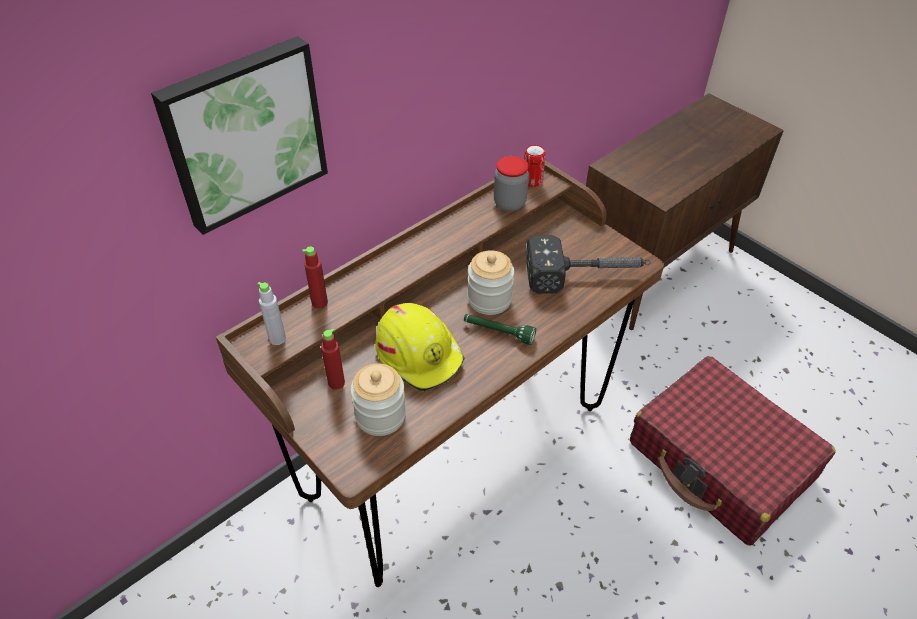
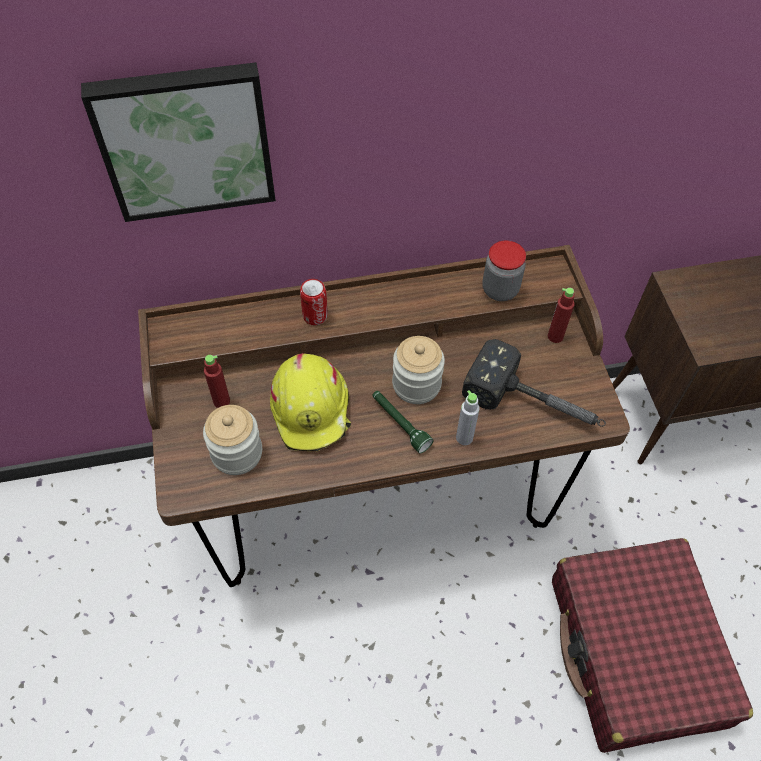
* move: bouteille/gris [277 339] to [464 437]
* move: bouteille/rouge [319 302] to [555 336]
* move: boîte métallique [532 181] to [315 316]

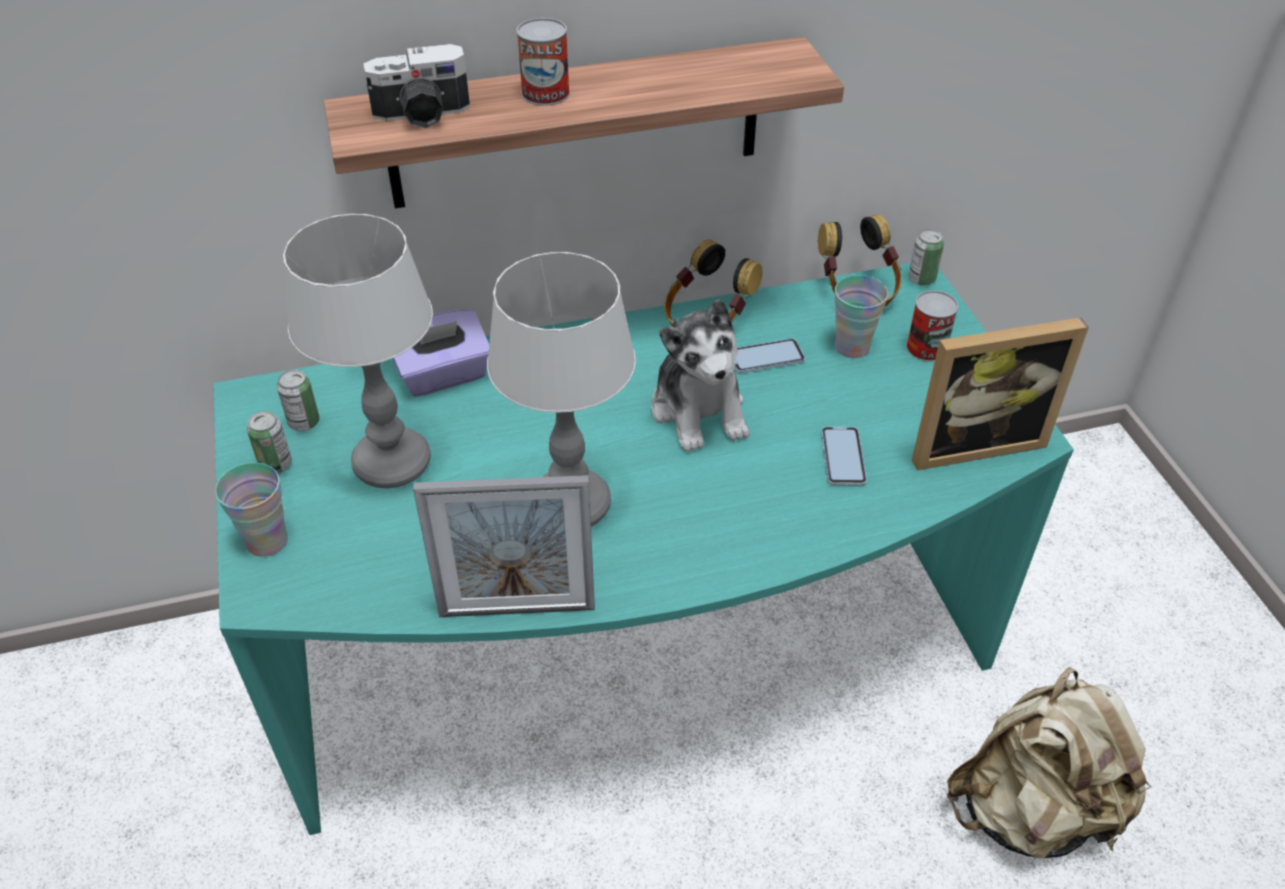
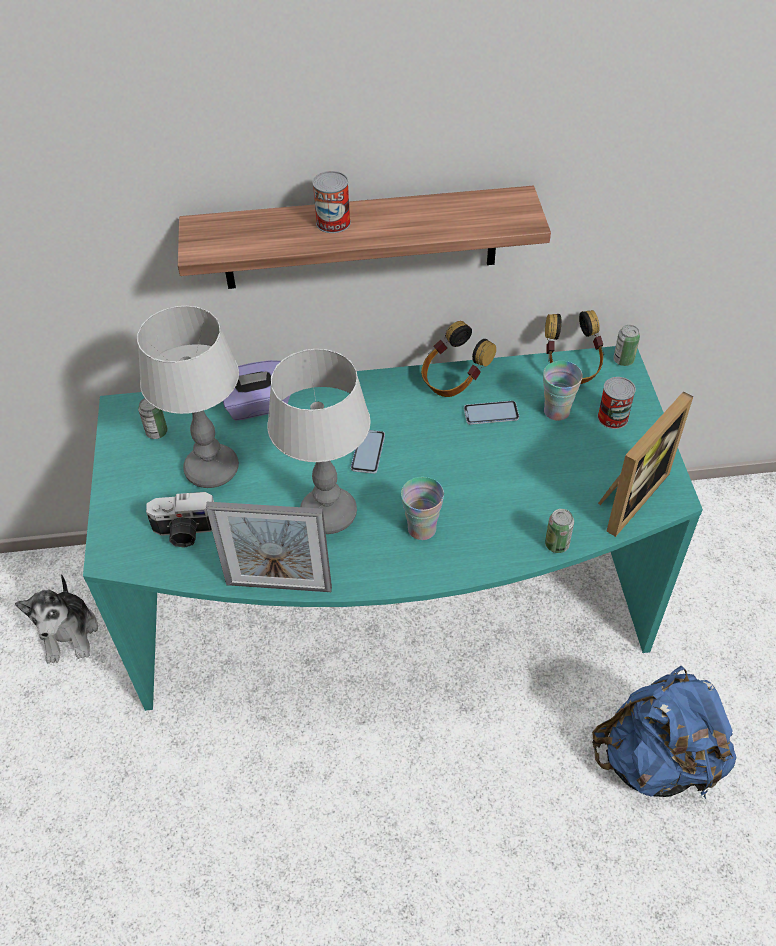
* move: tasse [267 541] to [422 529]
* move: boîte métallique [276 465] to [557 544]
* move: appareil photo [422 115] to [185 532]
* move: peluche [699 410] to [69 633]
* move: téléphone [843 457] to [368 452]
* rotate: cadre photo [972 442] = [627 496] 45 degrees counterclockwise
* recolor: sac à dos/beige [1032 810] to sac à dos/bleu [656 760]

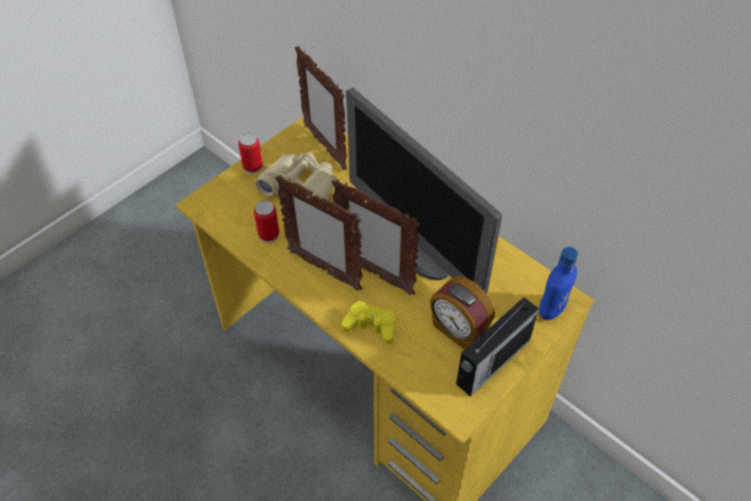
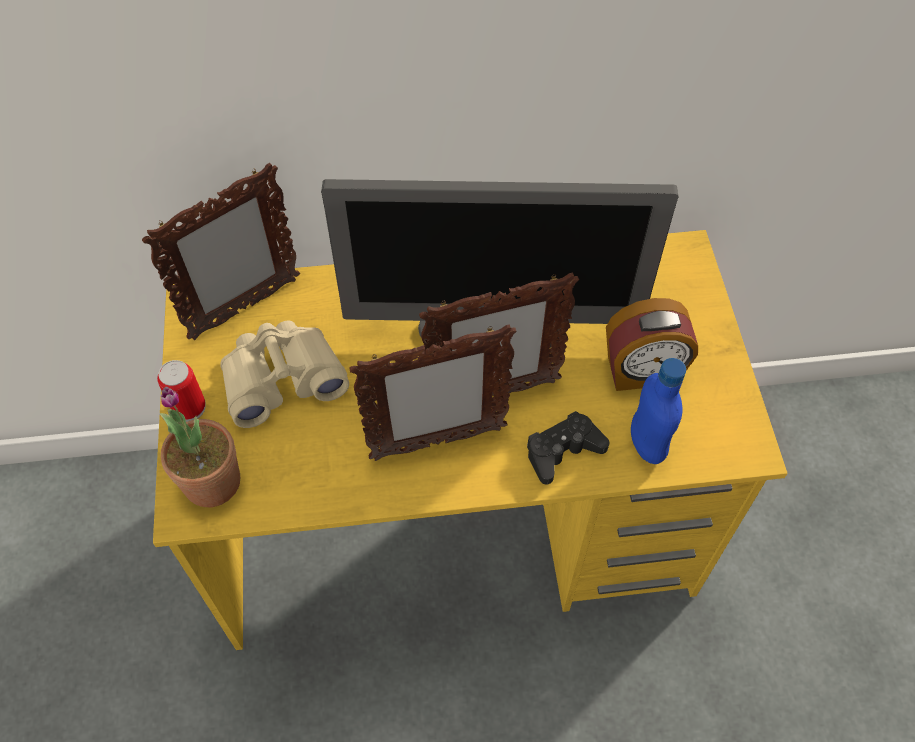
* delete: boîte métallique [269 234]
* rotate: cadre photo [324 146] = [244 309] 45 degrees counterclockwise
* recolor: manette/jaune [371 325] to manette/noir [563 451]
* delete: radio [491 363]
* move: bouteille/bleu [551 309] to [647 444]
* insert: plante en pot [212 482]

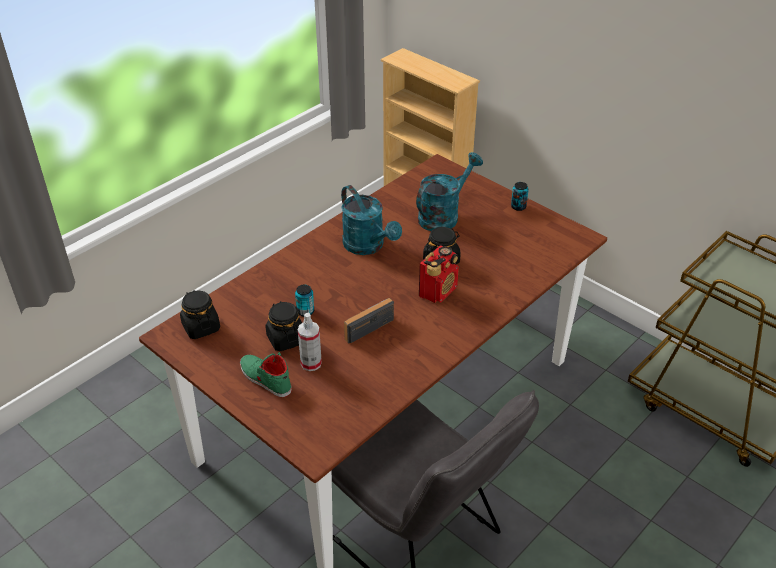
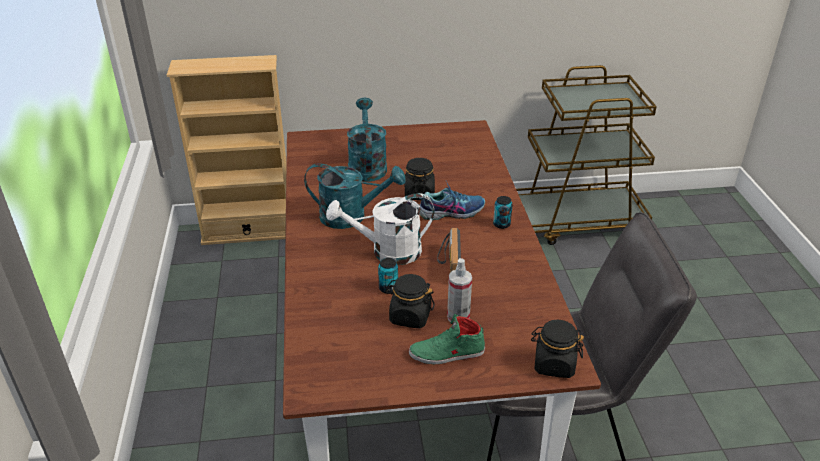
* move: bocal/noir [201 327] to [554 364]
* replace: radio [438 291] to chaussure [451 211]
* move: boîte métallique [518 207] to [501 224]
* insert: arrosoir/blanc [387 252]

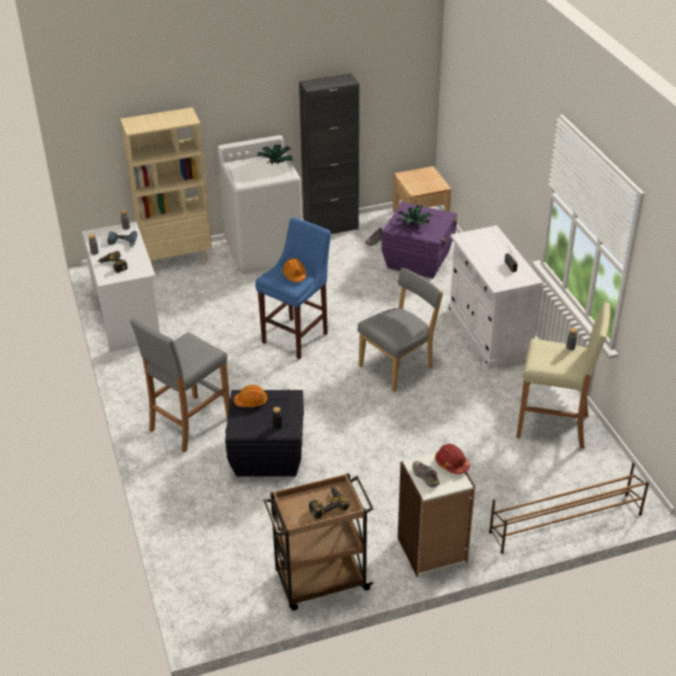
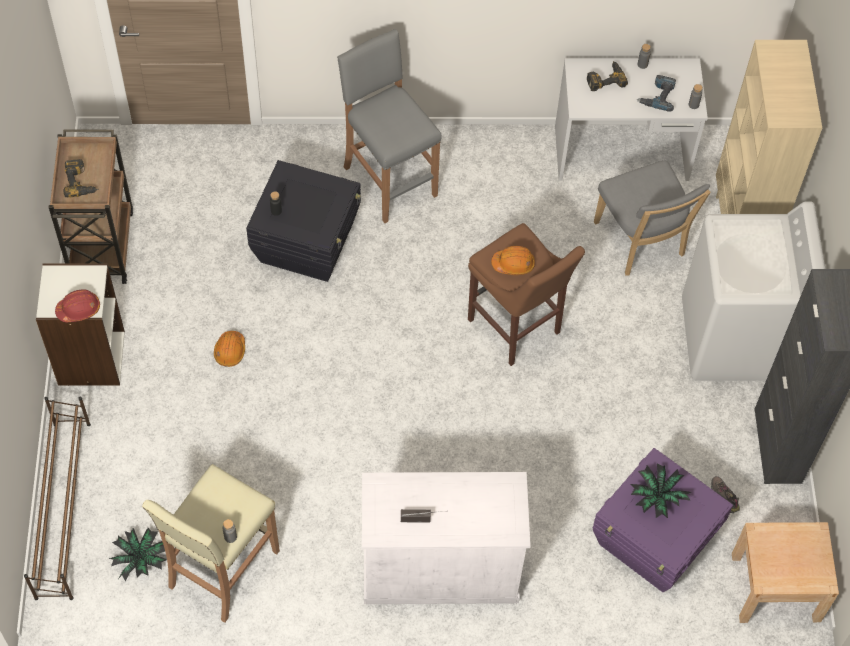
* move: casque de chantier/orange [251 401] to [230 351]
* recolor: tabouret/bleu [297 336] to tabouret/marron [516 329]
* move: plante en pot [275 162] to [141 560]
* move: chaise/gris [399 366] to [641 242]
* delete: chaussure [424 476]

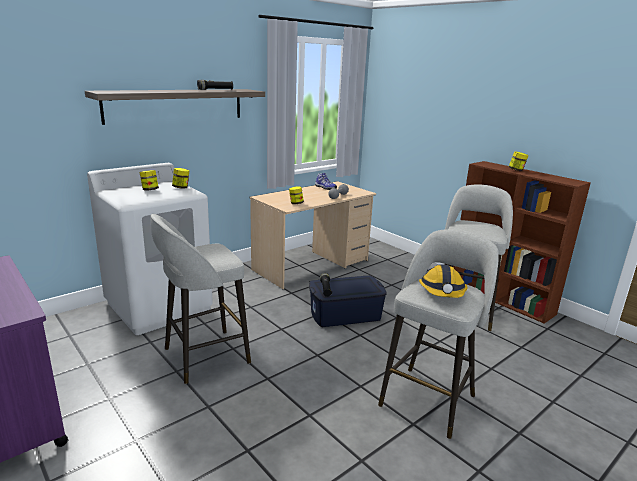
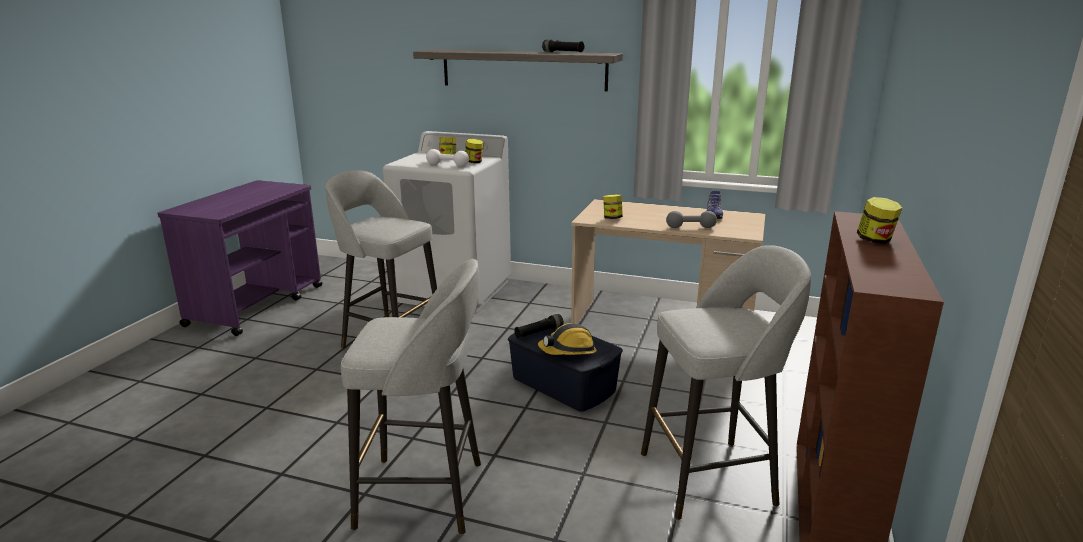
* move: casque de chantier [442 292] to [568 351]
* insert: haltère/blanc [447 165]

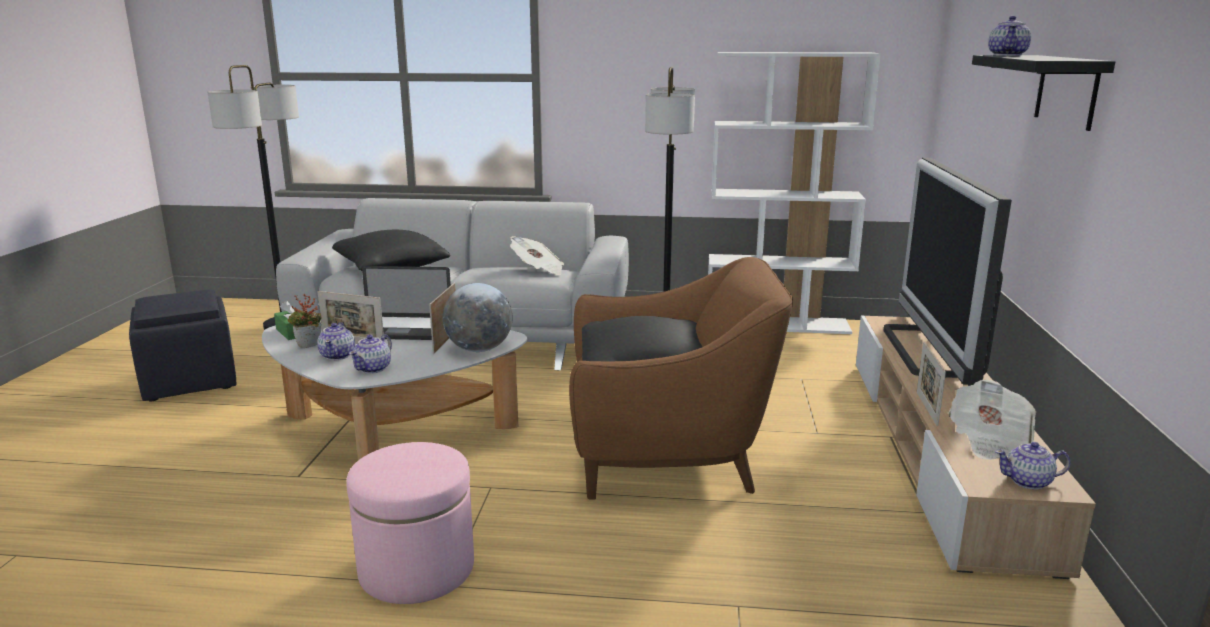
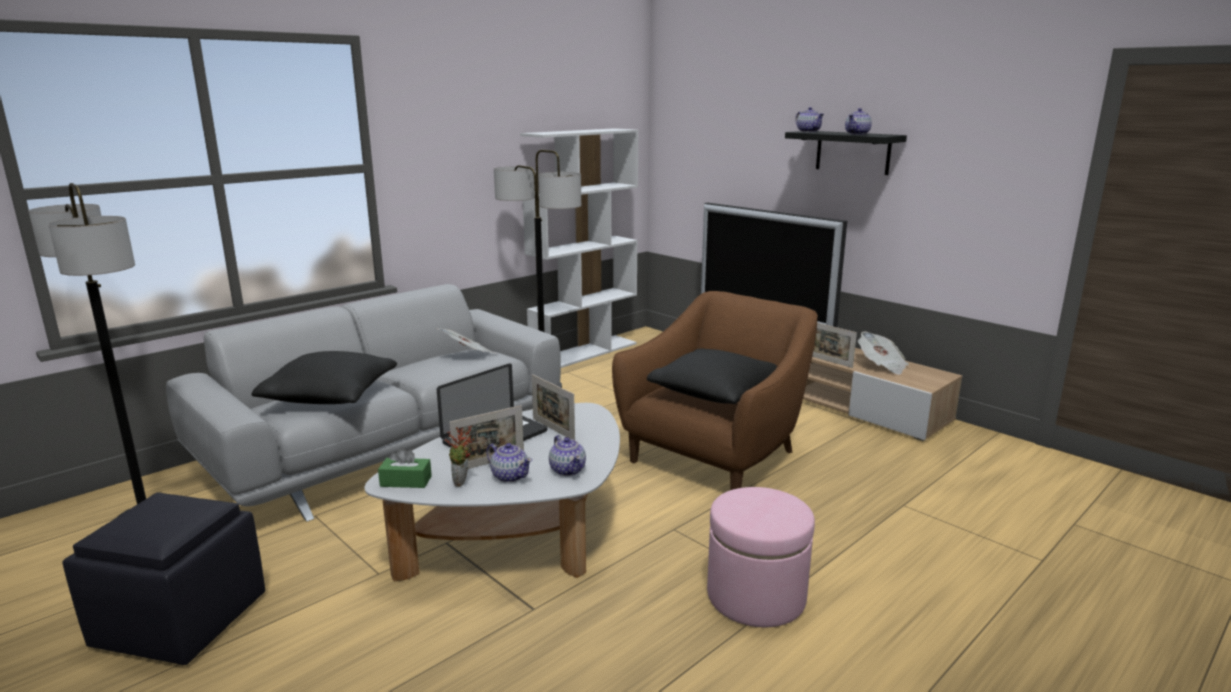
* delete: globe [479 349]
* move: théière [1028 482] to [857 134]

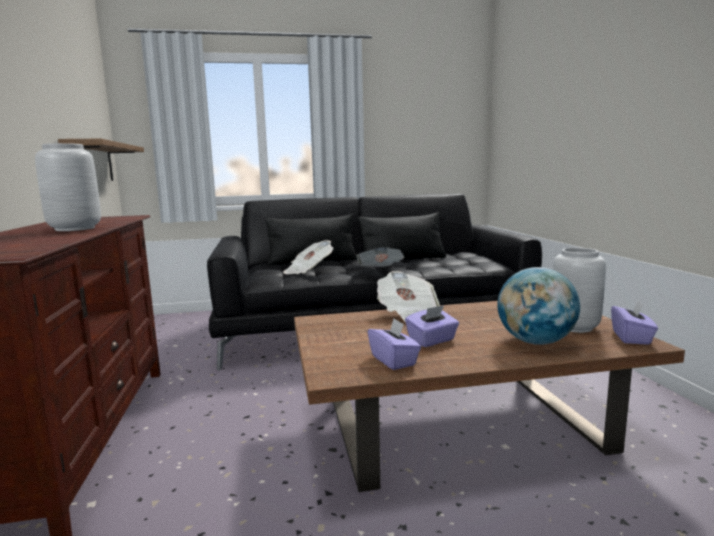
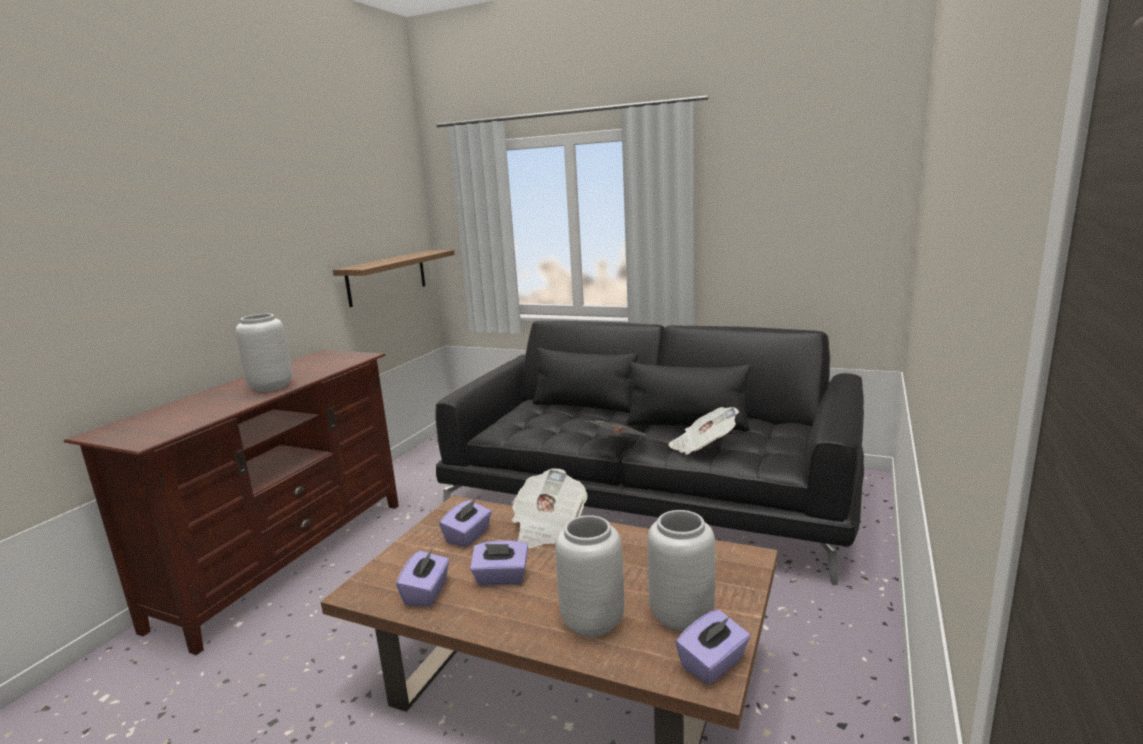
* move: journal [308 271] to [702 447]
* replace: globe [535 342] to vase/gris [591 622]
* insert: boîte à mouchoirs/violet [468 536]

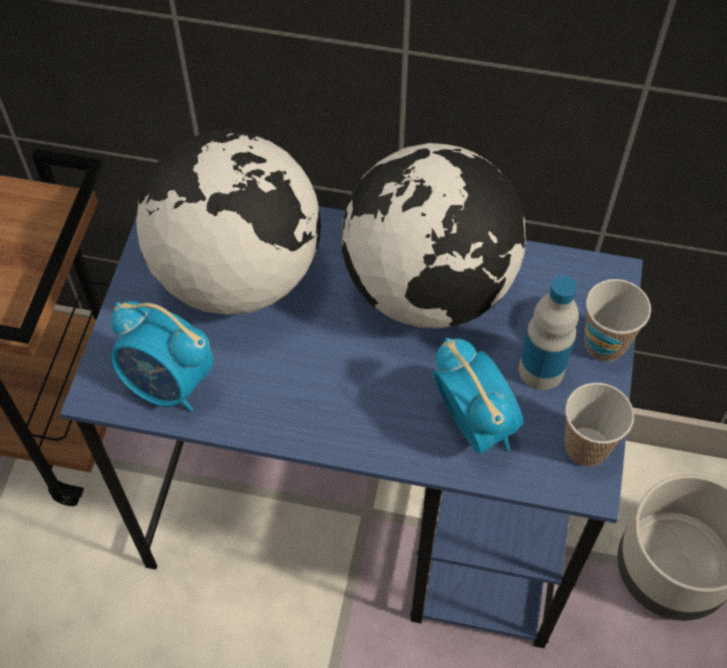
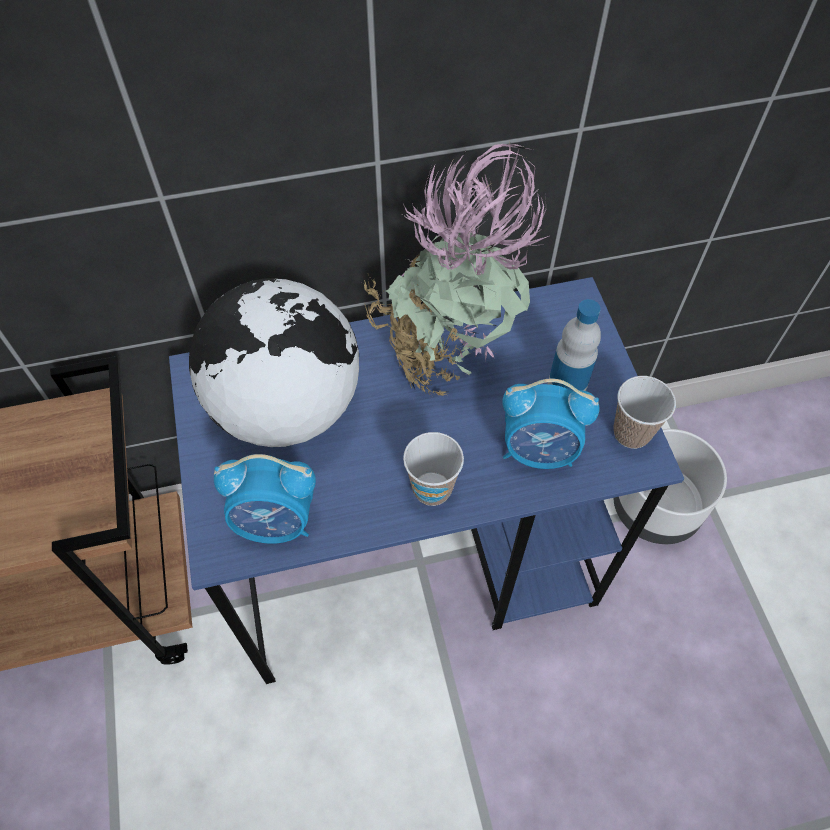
* replace: globe [429 288] to plante en pot [447 358]
* rotate: réveil [473 424] = [539 450] 150 degrees clockwise
* move: tasse [604 344] to [432 489]

